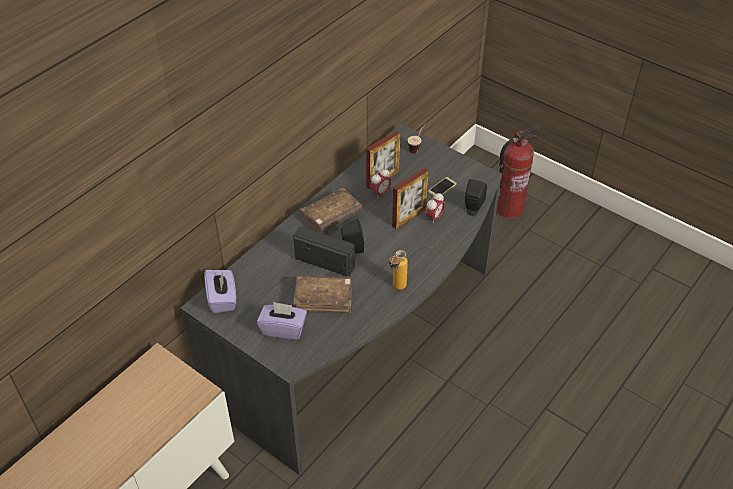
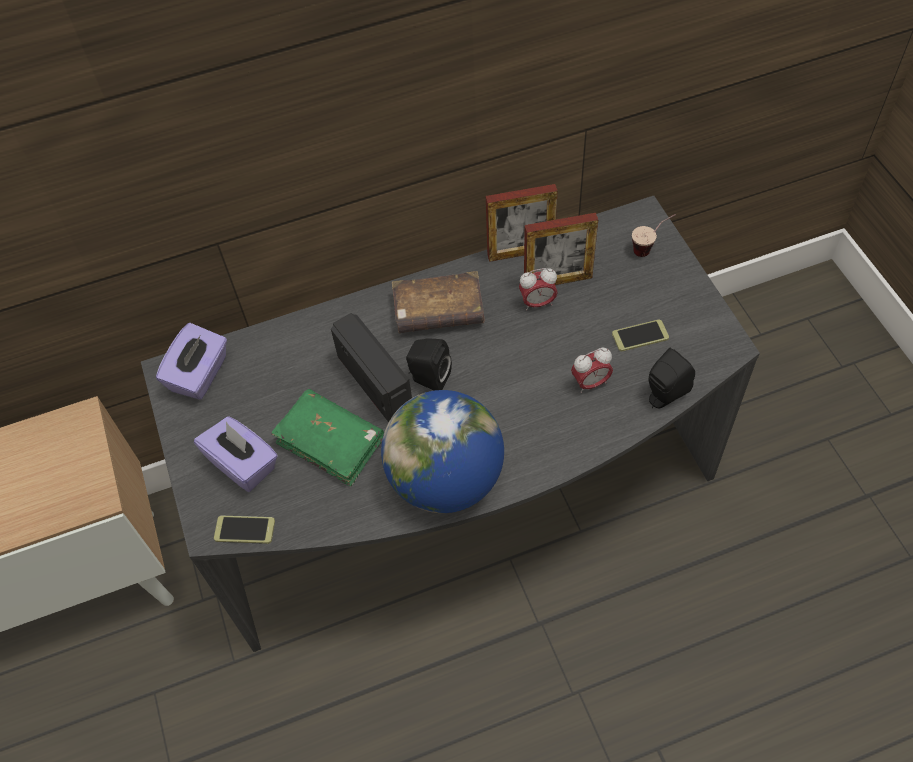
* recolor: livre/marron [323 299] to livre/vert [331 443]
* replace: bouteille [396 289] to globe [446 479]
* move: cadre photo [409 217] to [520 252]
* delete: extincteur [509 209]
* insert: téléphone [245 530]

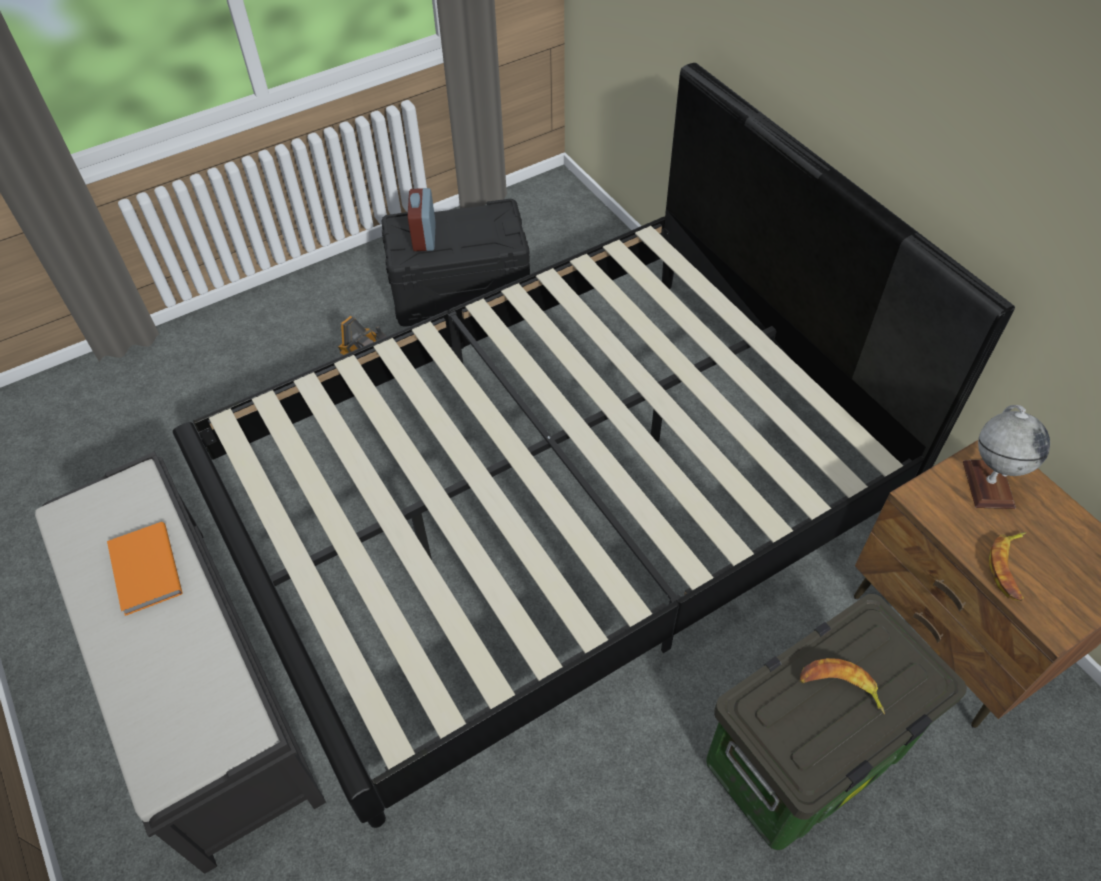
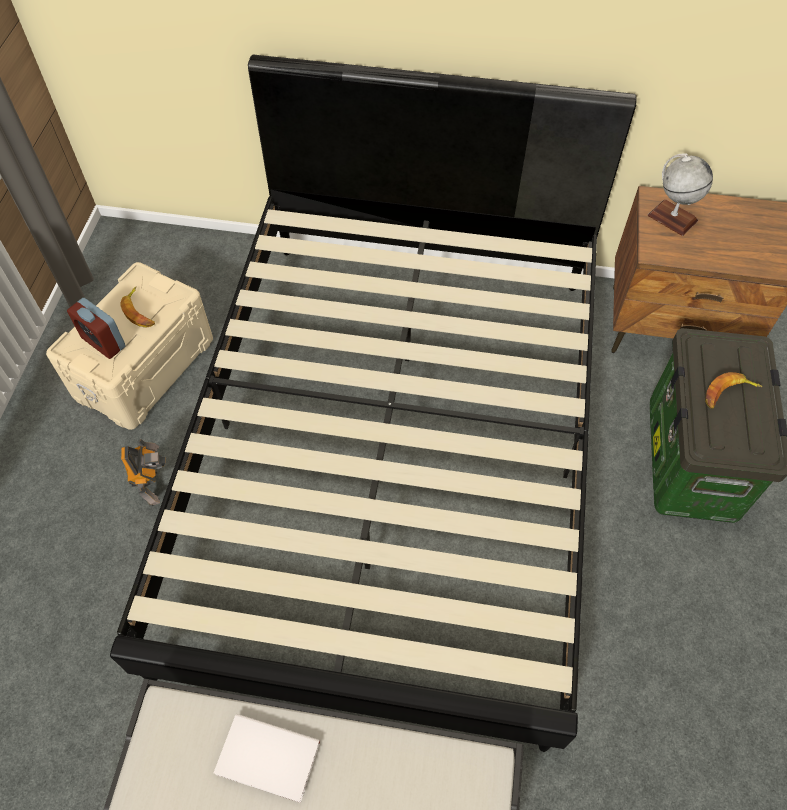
* recolor: livre/orange [144 571] to livre/blanc [268 760]
* recolor: boîte de rangement/noir [461 292] to boîte de rangement/beige [146 368]
* move: banane [1009 568] to [139 311]

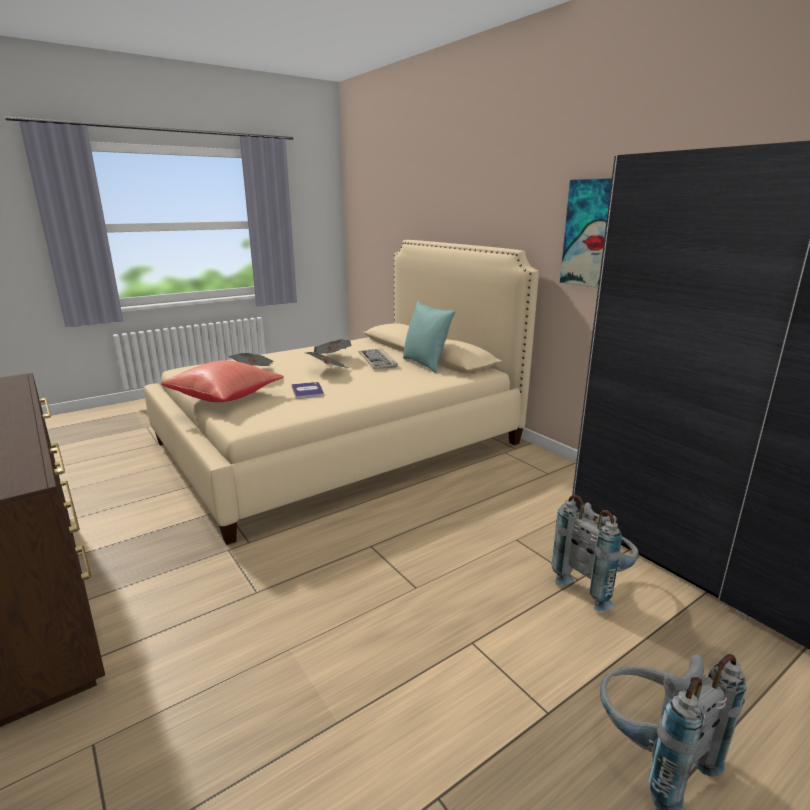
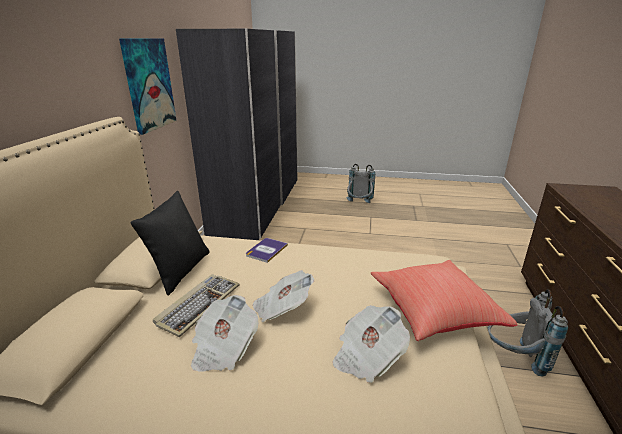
* move: livre [307 391] to [266 250]
* recolor: coussin/turquoise [426 364] to coussin/noir [180 271]
* move: sac à dos/gris [594 584] to [514 358]

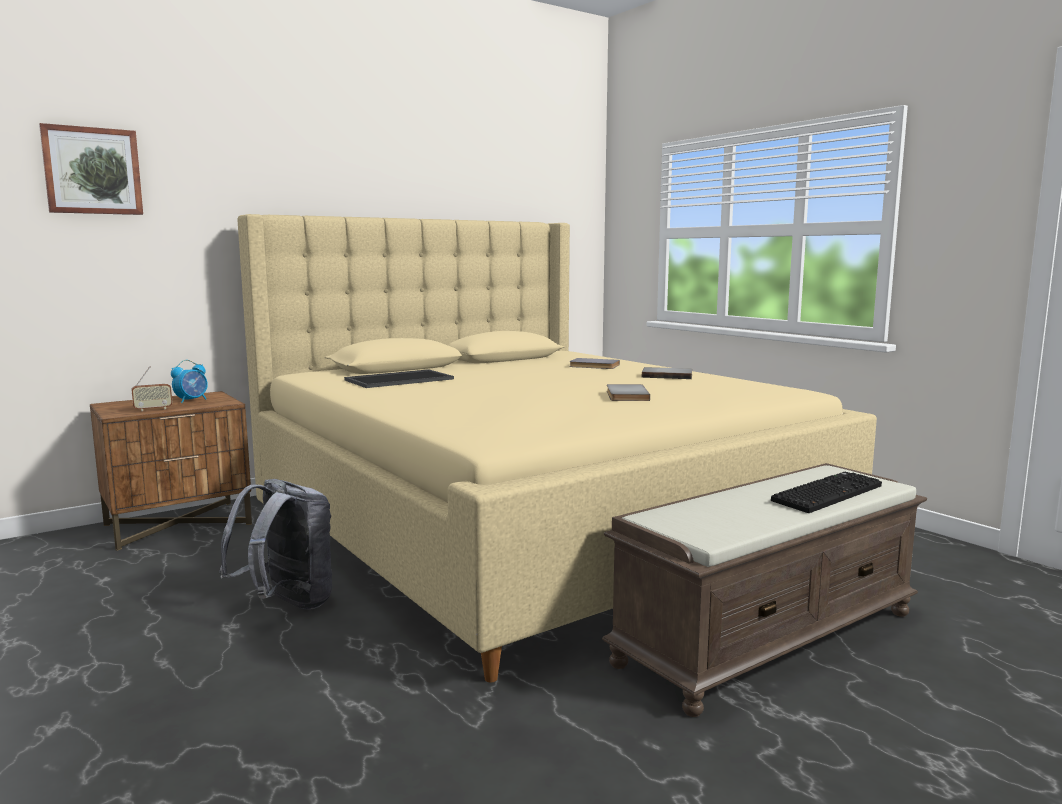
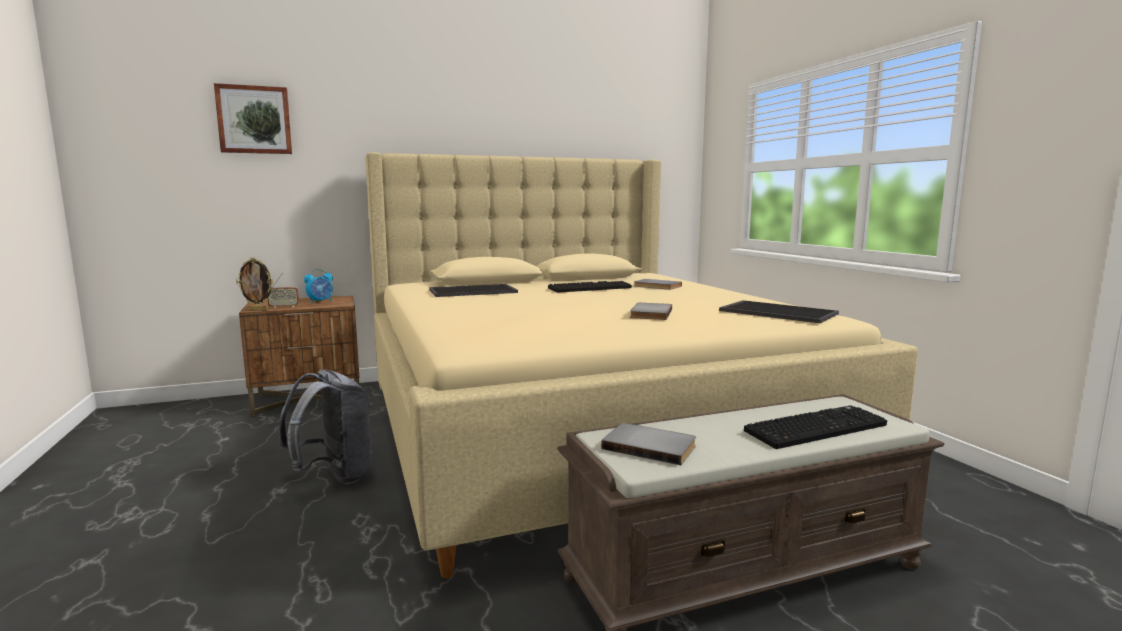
* move: livre/gris [667 375] to [650 446]
* insert: cadre photo [258 310]
* insert: clavier [590 288]
* insert: plateau [776 312]

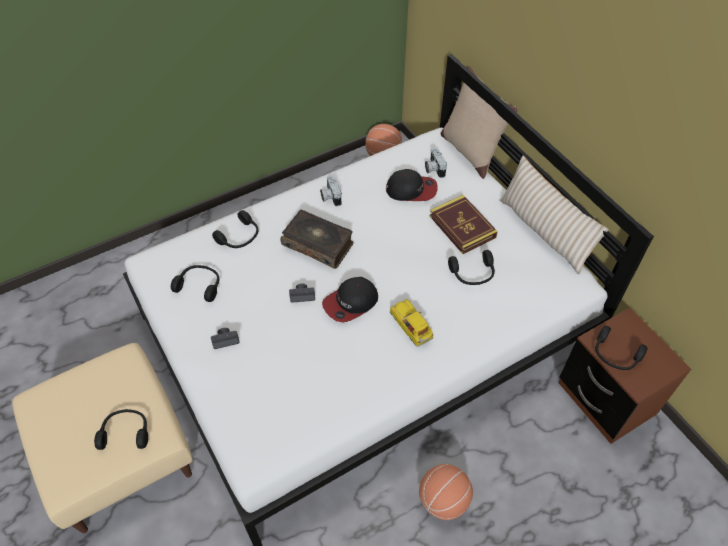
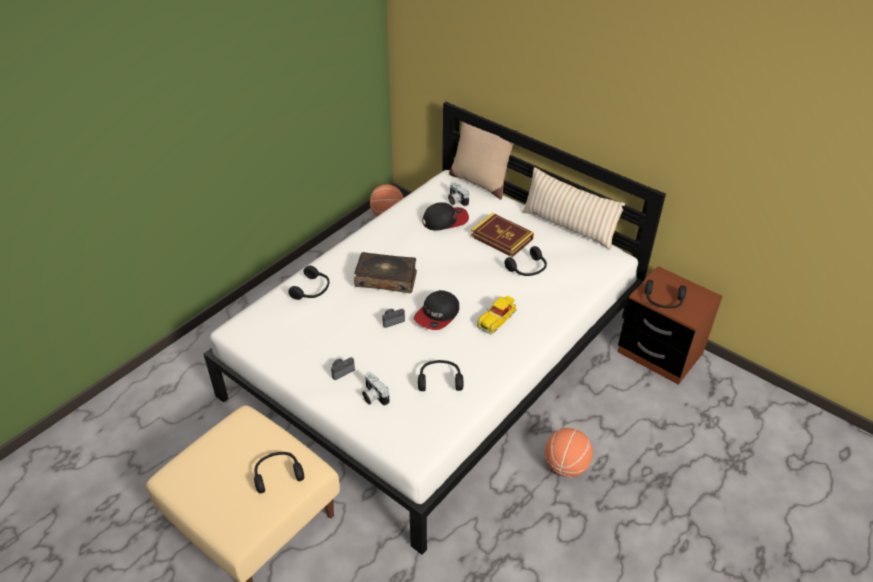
* move: casque audio/noir [200 285] to [440 380]
* move: appareil photo [330 196] to [373 396]
* rotate: petite voiture [411 326] = [497 319] 90 degrees counterclockwise

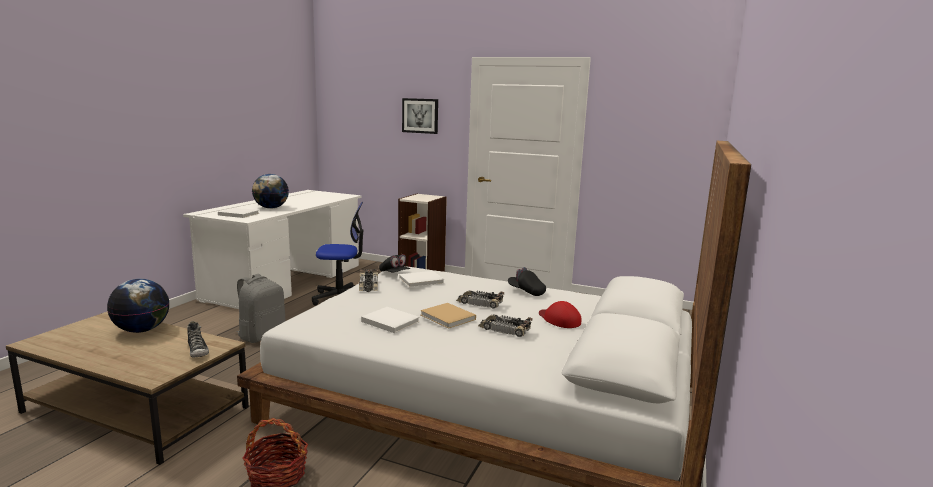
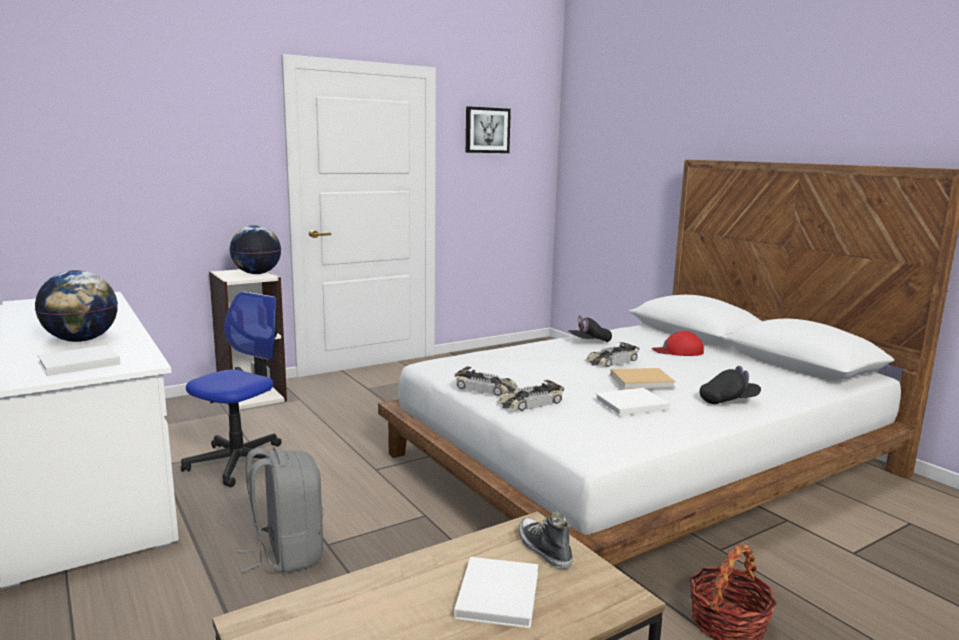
* move: globe [142 330] to [257 273]
* rotate: chaussure [198 351] = [543 549] 120 degrees counterclockwise
* move: casquette/noir [394 274] to [728 400]
* move: livre/blanc [422 280] to [498 593]
* move: tableau [420 115] to [487 130]
* move: petite voiture [504 329] to [530 403]

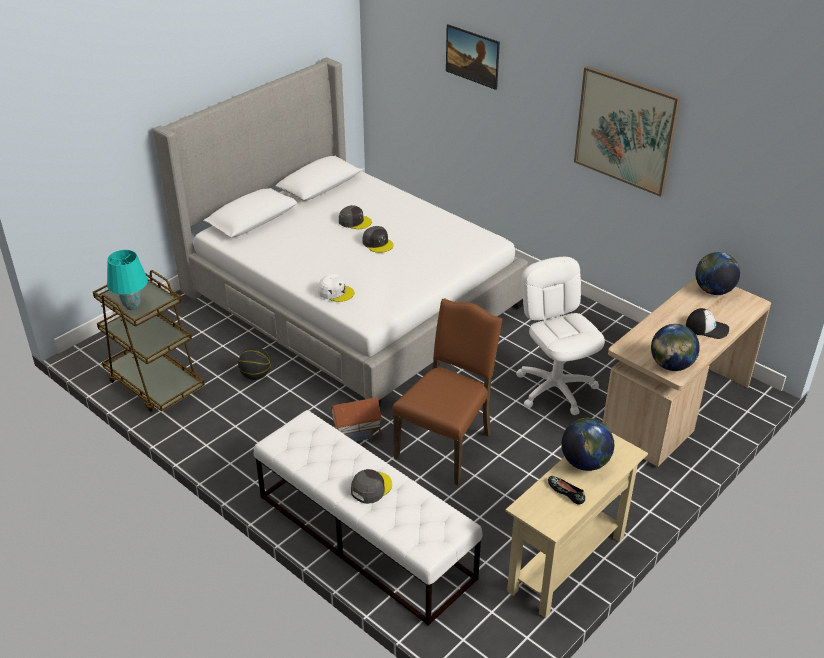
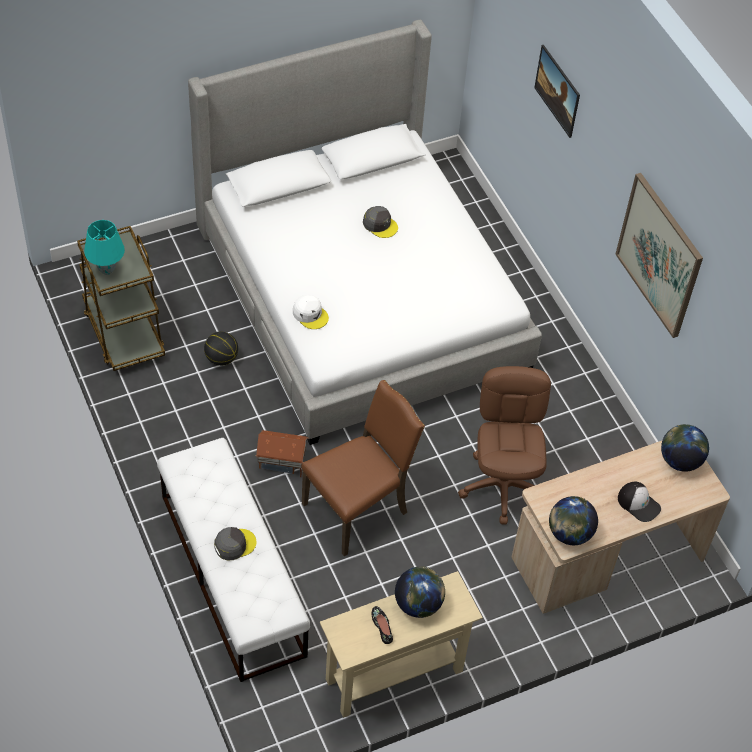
* delete: casquette/gris [377 243]
* recolor: chaise de bureau/blanc [555 388] to chaise de bureau/marron [502 486]

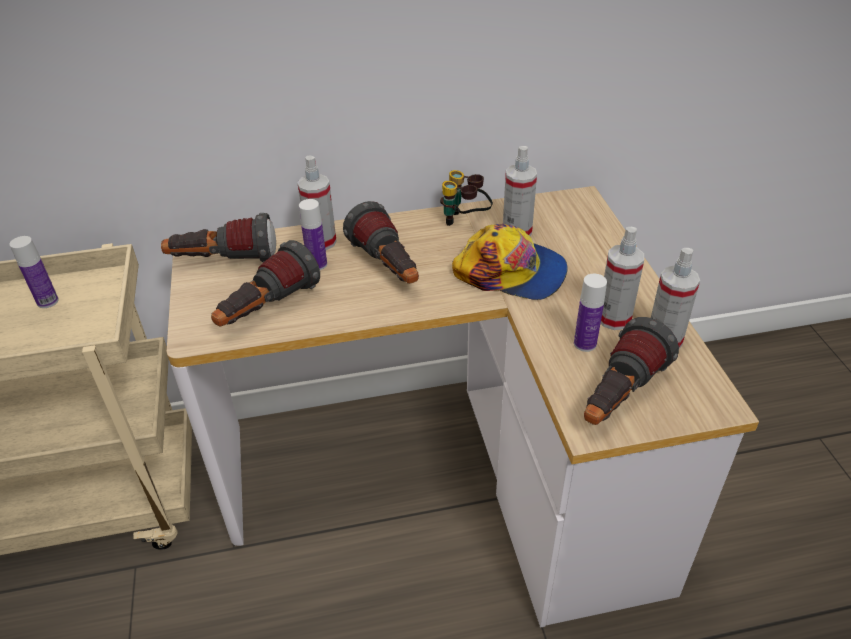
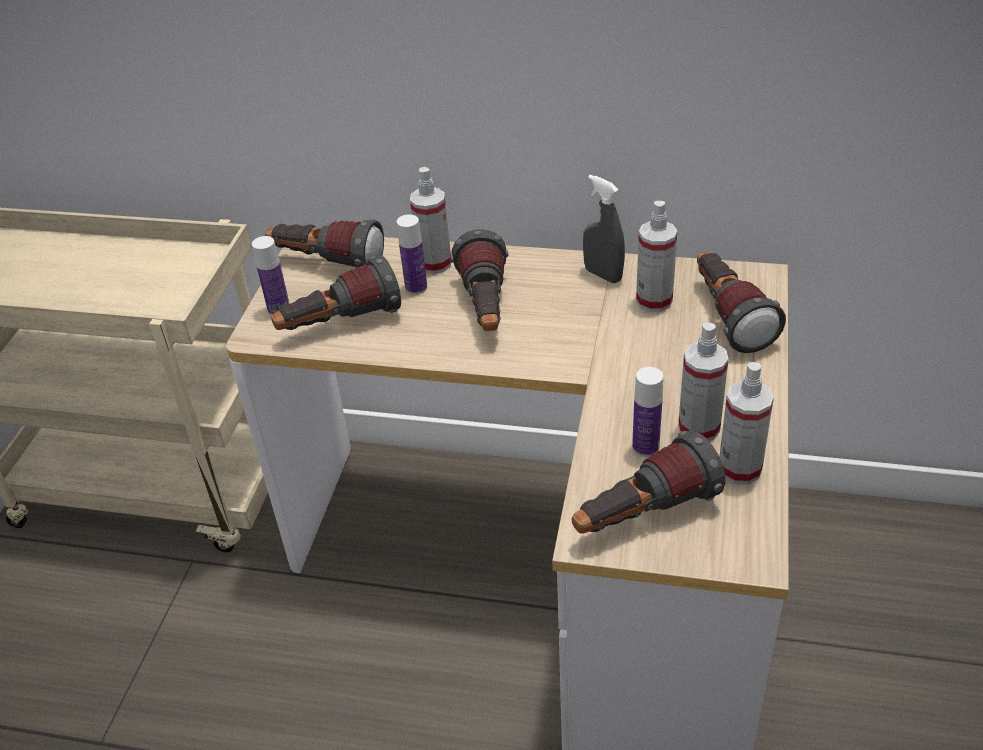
* move: bouteille [47 301] to [279 309]
* replace: jumelles [465 221] to vaporisateur/gris [603 275]
* delete: casquette [511 272]
* insert: lampe de poche [727 317]

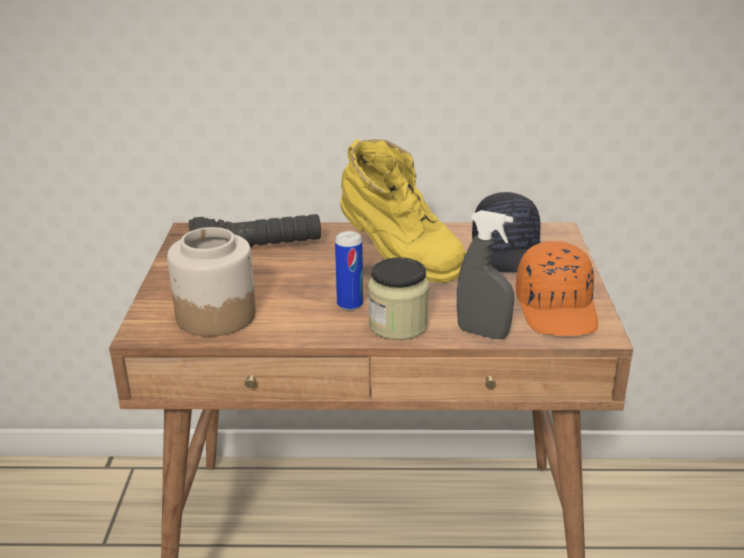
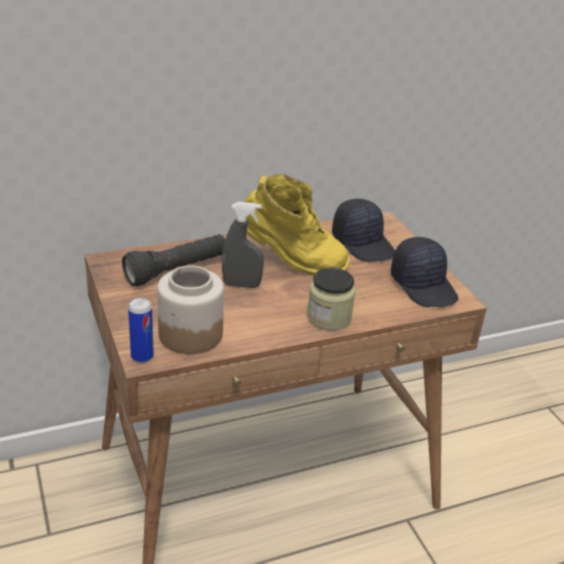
* move: boîte métallique [350 305] to [142 356]
* move: vaporisateur/gris [482 333] to [241 285]
* recolor: casquette/orange [558 309] to casquette/noir [424 285]

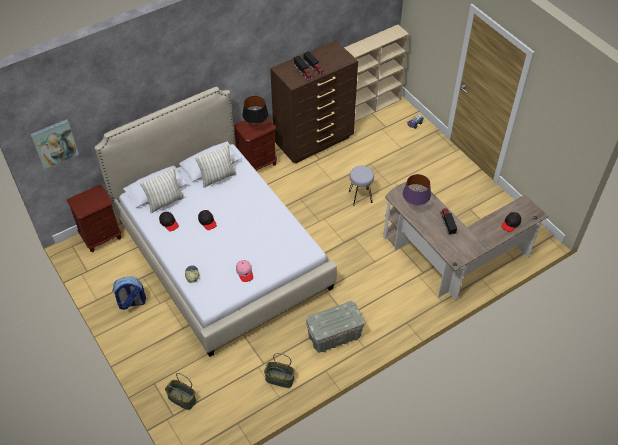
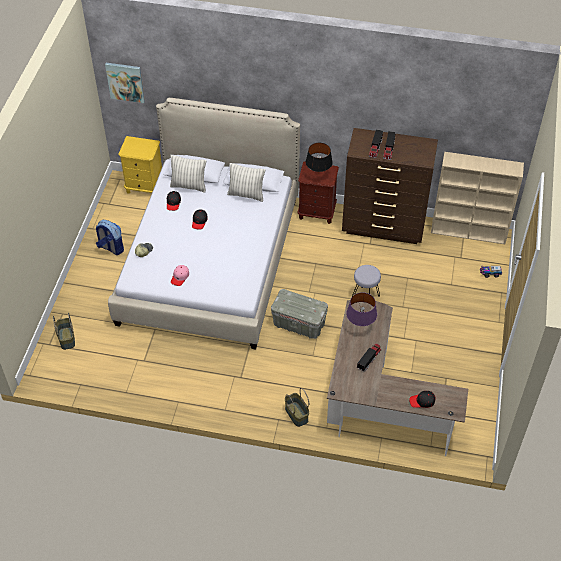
* recolor: table de chevet/marron [101 237] to table de chevet/jaune [144 187]
* move: panier [279 379] to [296 414]
* move: boîte de rangement/gris [334 336] to [298 324]

